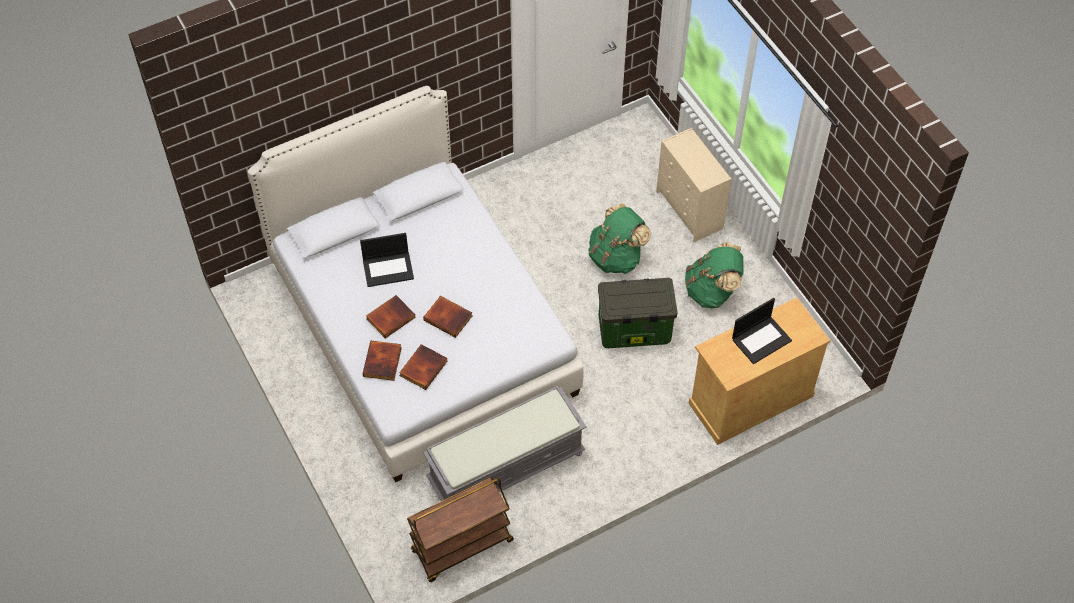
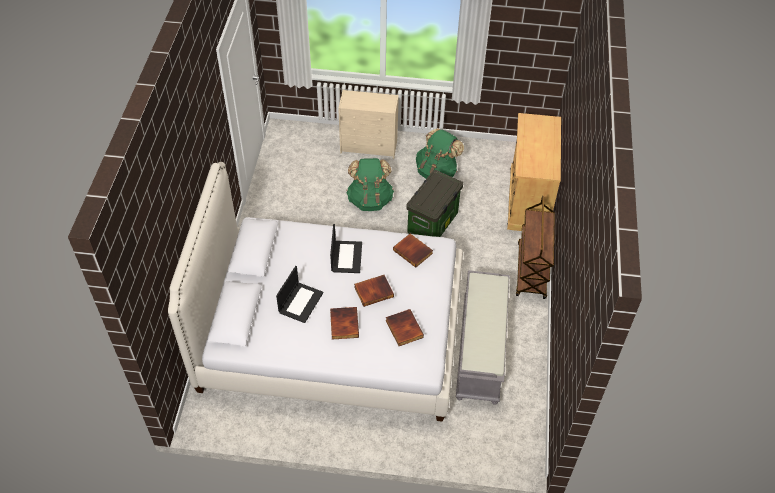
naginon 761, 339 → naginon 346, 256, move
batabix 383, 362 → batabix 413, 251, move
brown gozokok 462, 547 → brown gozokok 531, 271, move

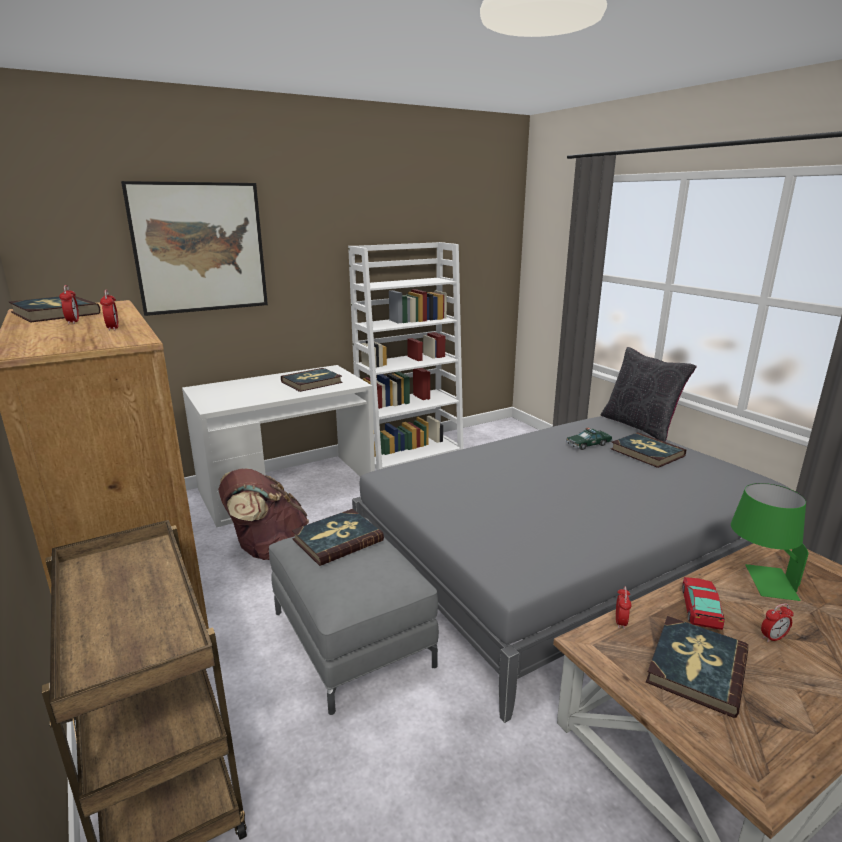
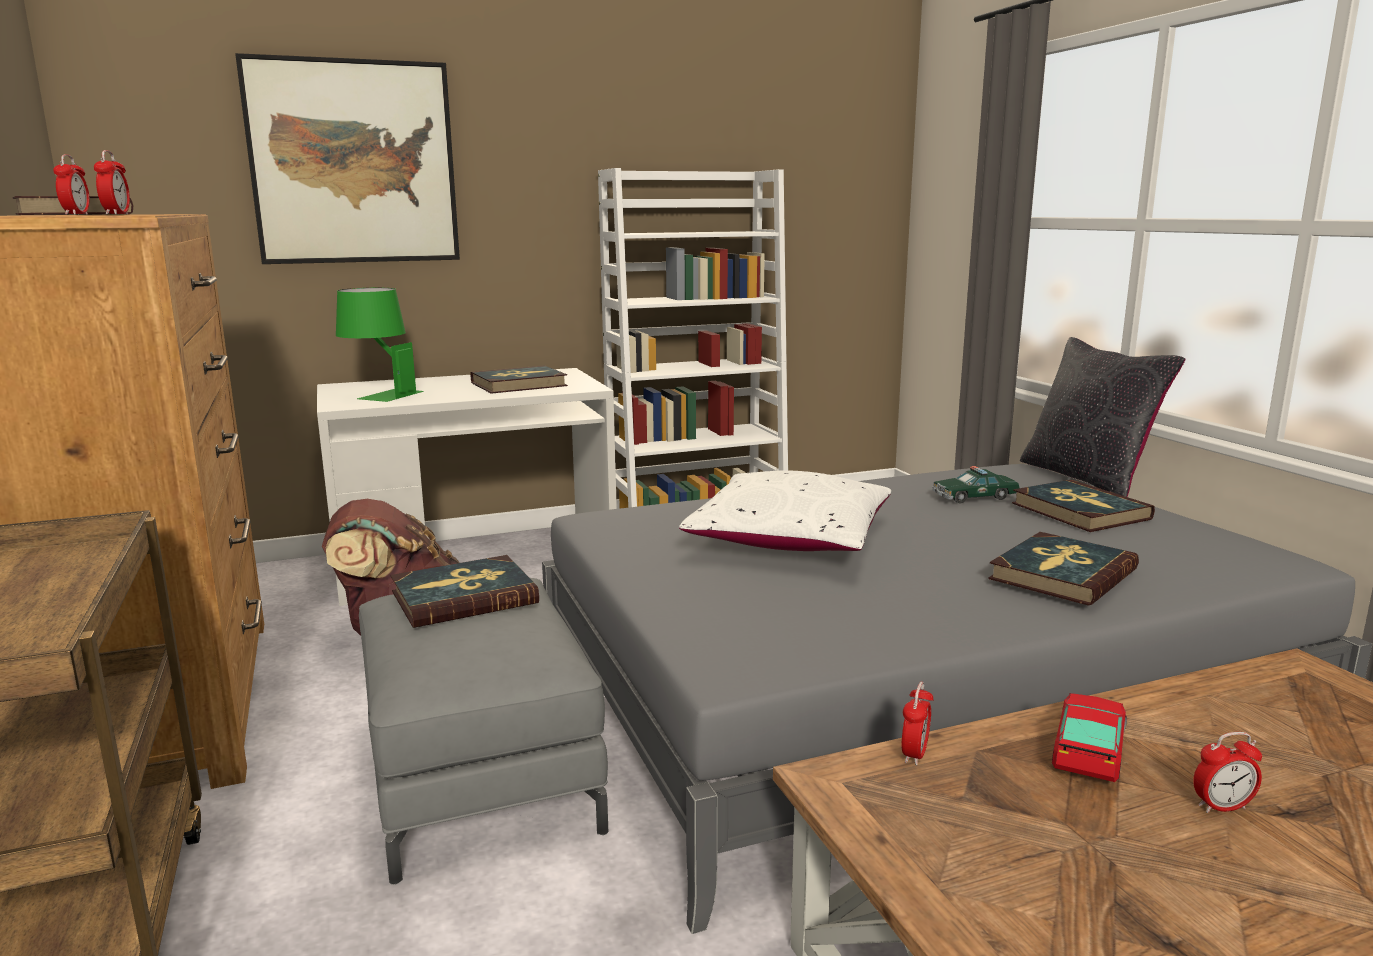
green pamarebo 758, 580 → green pamarebo 380, 394, move
- → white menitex 790, 539
batabix 696, 667 → batabix 1062, 574, move

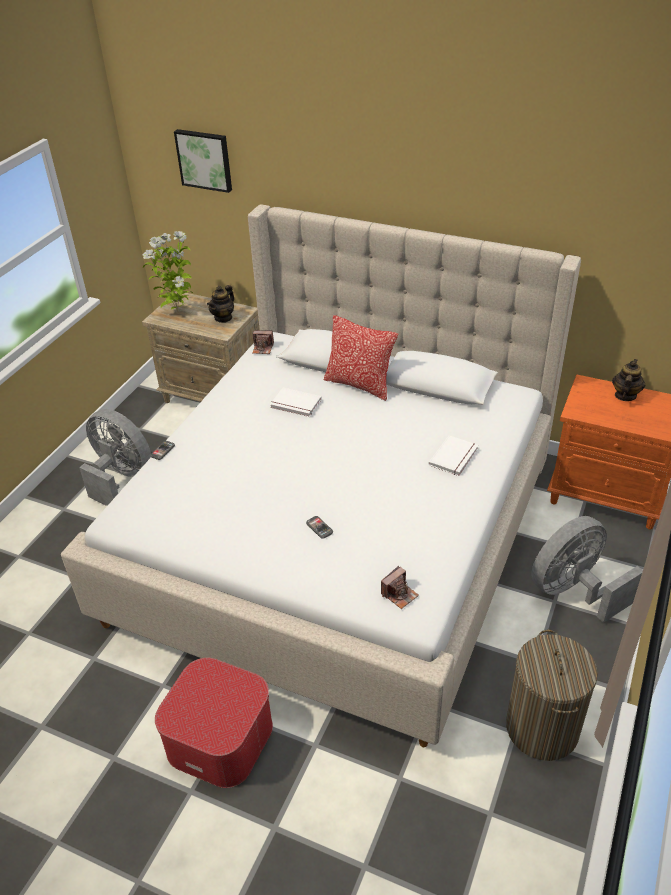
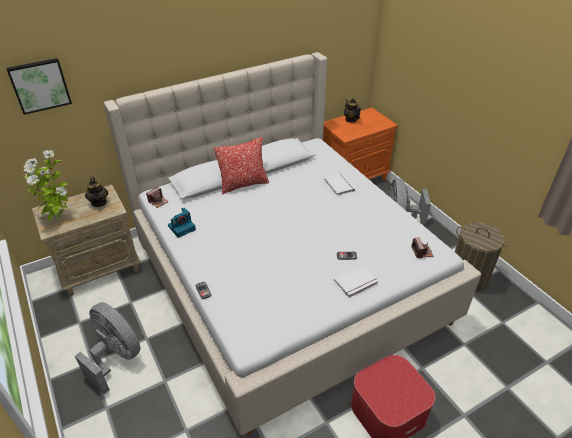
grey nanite 121, 478 → grey nanite 116, 357, 60 degrees clockwise
- → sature 182, 227
white batabix 295, 404 → white batabix 356, 283, move

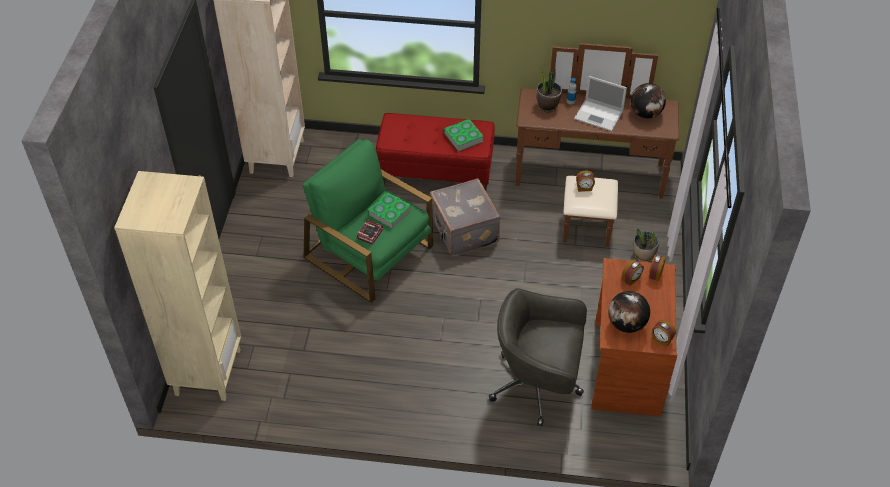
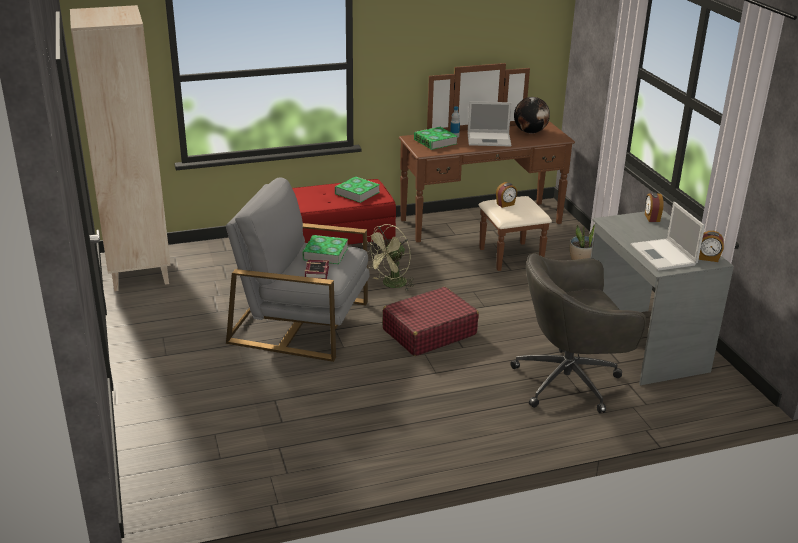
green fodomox 370, 252 → grey fodomox 301, 321
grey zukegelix 463, 232 → green nanite 391, 285
- → red zukegelix 429, 332
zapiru 547, 106 → batabix 435, 142
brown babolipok 625, 368 → grey babolipok 642, 345
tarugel 626, 324 → naginon 664, 255
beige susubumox 207, 371 → -
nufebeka 631, 279 → -

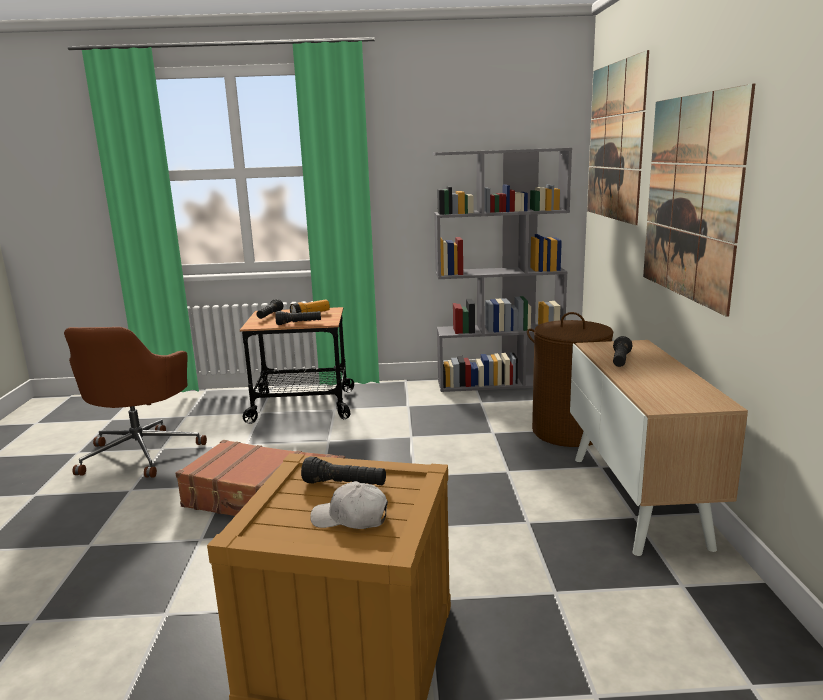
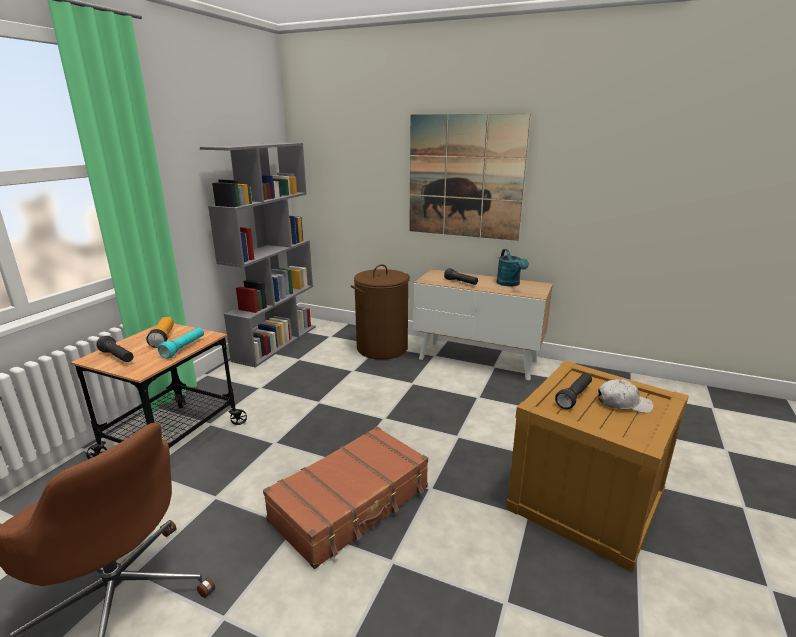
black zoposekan 299, 323 → turquoise zoposekan 184, 348
- → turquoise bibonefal 510, 284
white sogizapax 350, 518 → white sogizapax 623, 403, 120 degrees counterclockwise
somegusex 615, 142 → -

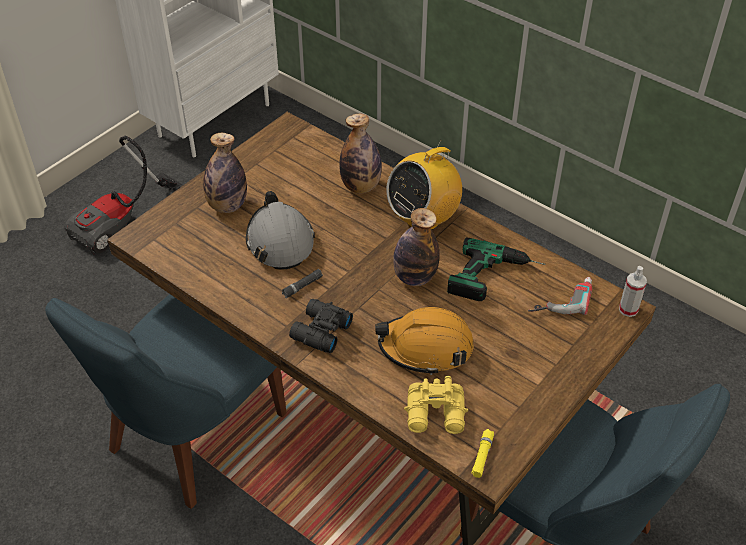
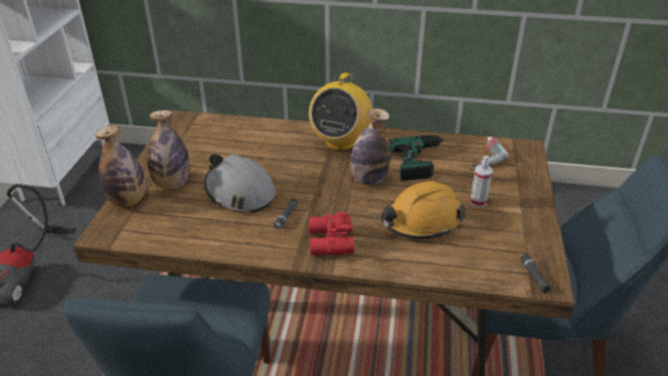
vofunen 361, 186 → vofunen 128, 200, move
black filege 319, 332 → red filege 329, 242
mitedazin 628, 309 → mitedazin 478, 201, move
yellow zoposekan 482, 456 → black zoposekan 534, 276
yellow filege 436, 415 → -

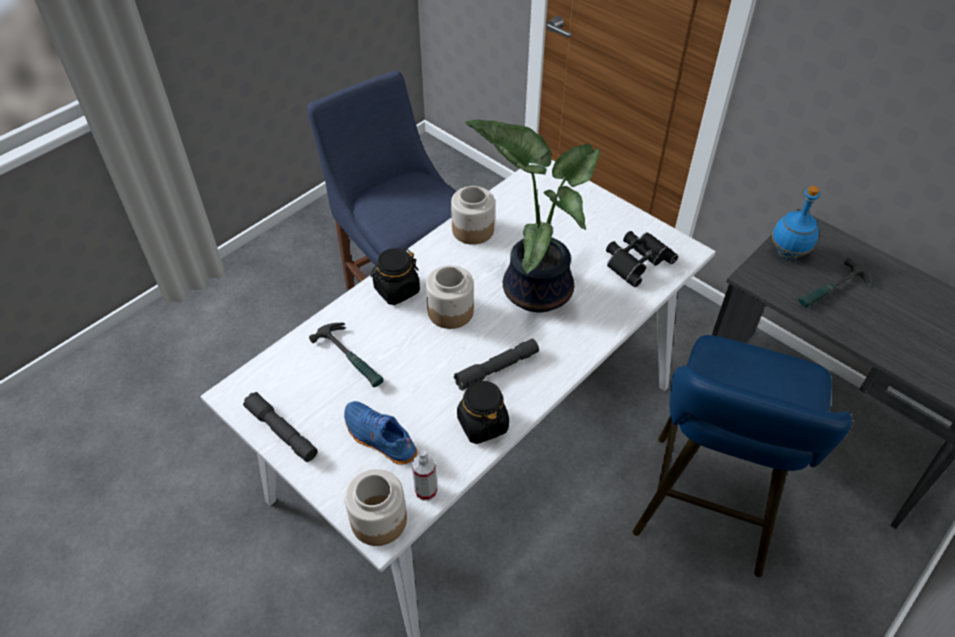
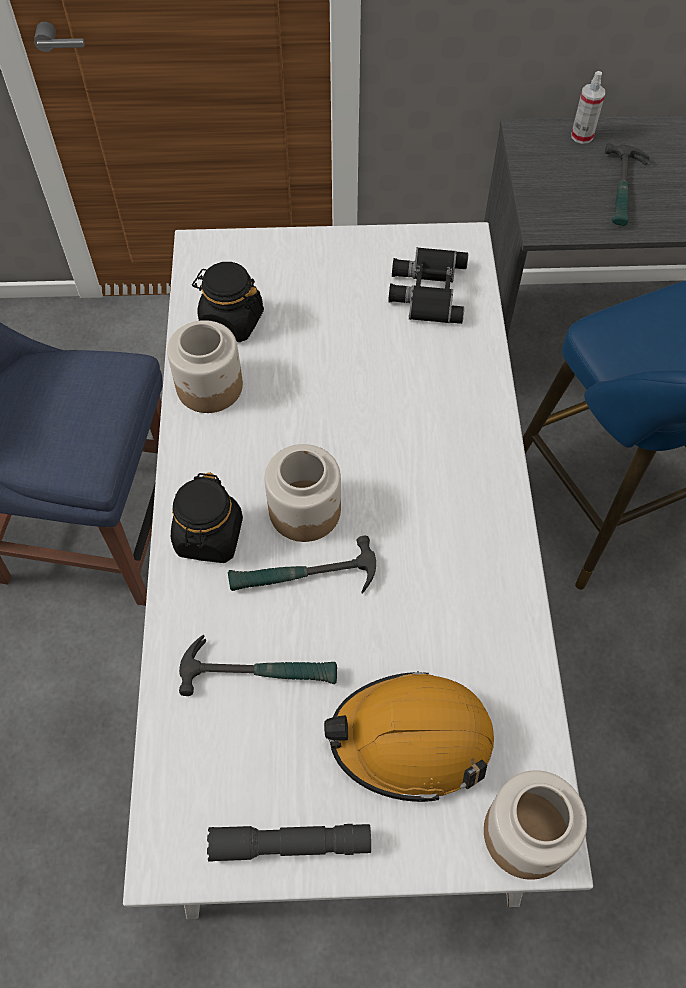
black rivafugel 482, 424 → black rivafugel 231, 321, move
- → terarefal 303, 577
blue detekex 379, 439 → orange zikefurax 411, 739
mitedazin 426, 490 → mitedazin 582, 136, move
grey zoposekan 497, 368 → -
zapiru 536, 287 → -
blue vofunen 787, 253 → -

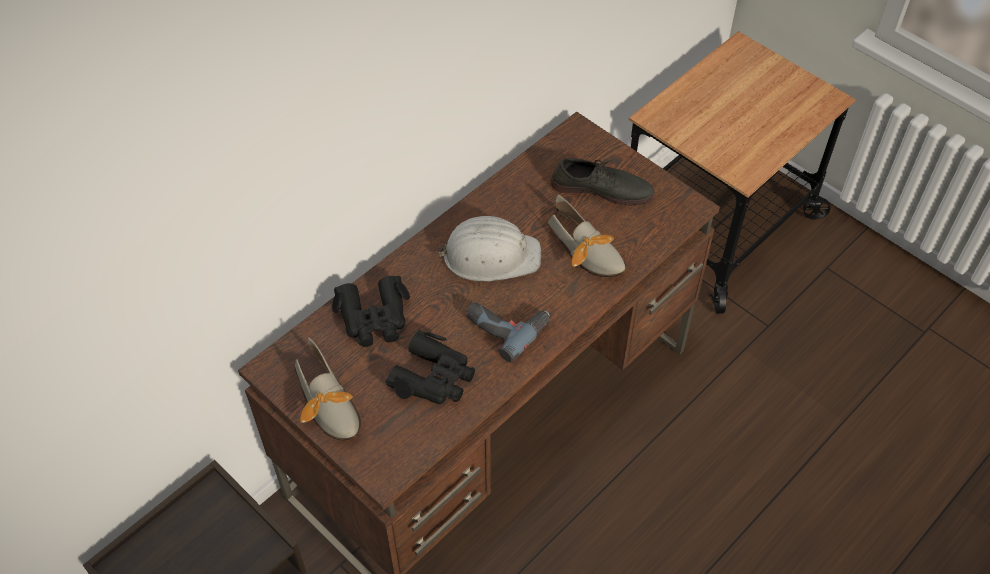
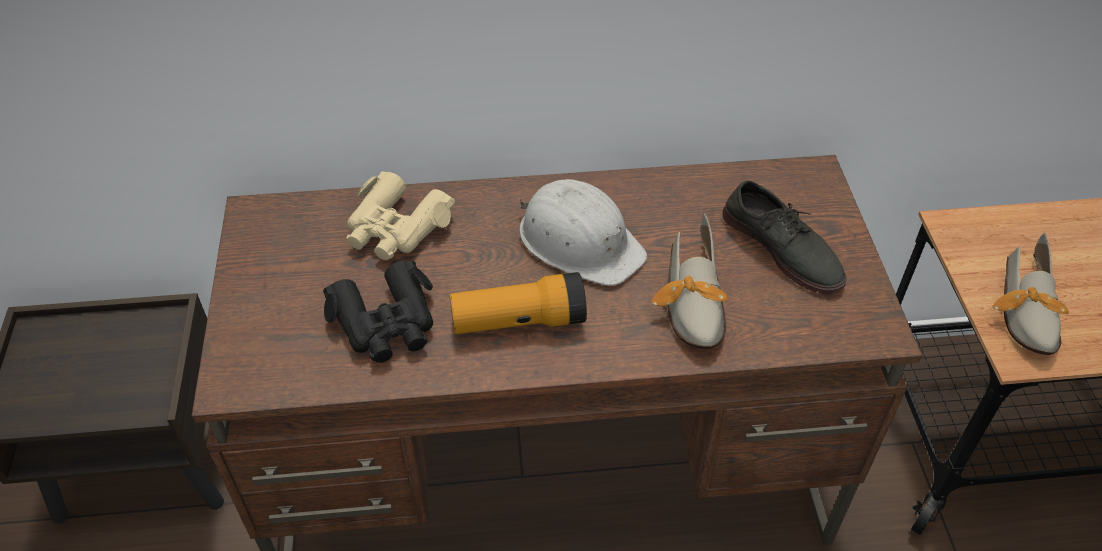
black filege 374, 318 → beige filege 396, 228
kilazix 506, 325 → zoposekan 519, 321
detekex 329, 406 → detekex 1028, 314, move

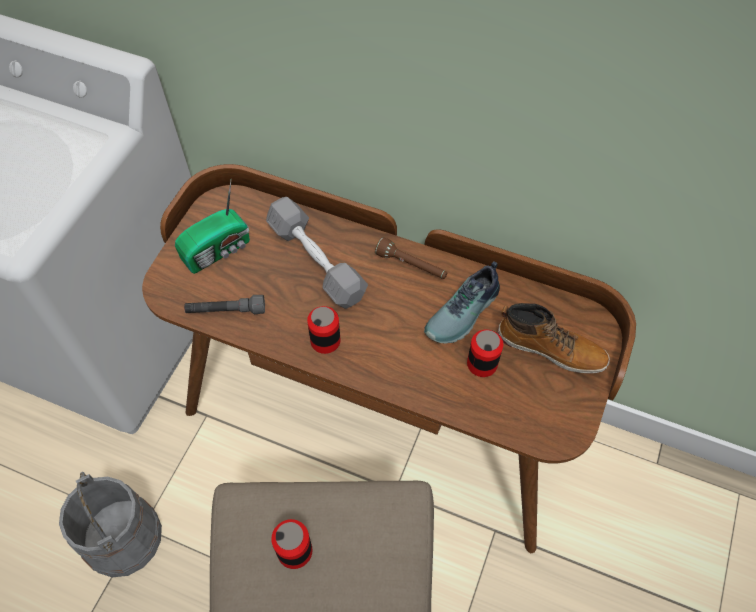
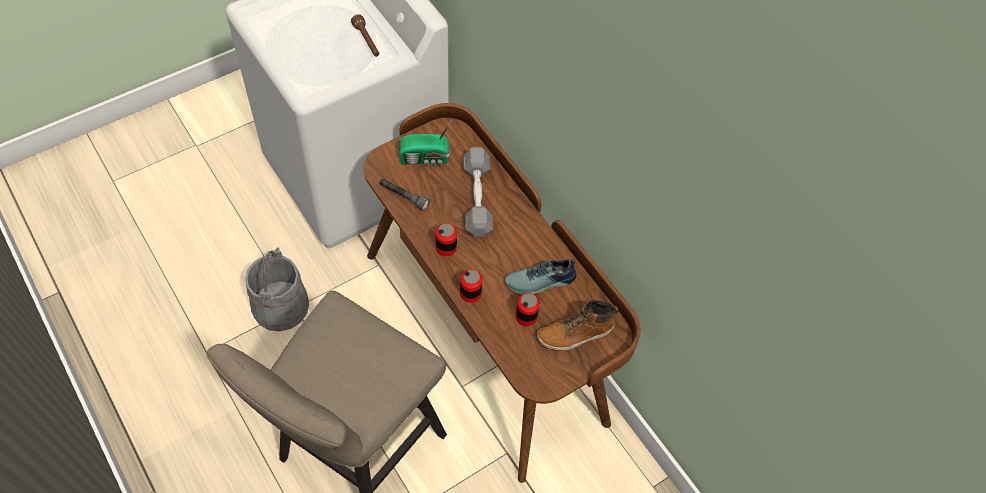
brown zoposekan 411, 265 → brown zoposekan 367, 41, move
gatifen 294, 551 → gatifen 470, 293, move
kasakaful 551, 348 → kasakaful 575, 334, 105 degrees clockwise

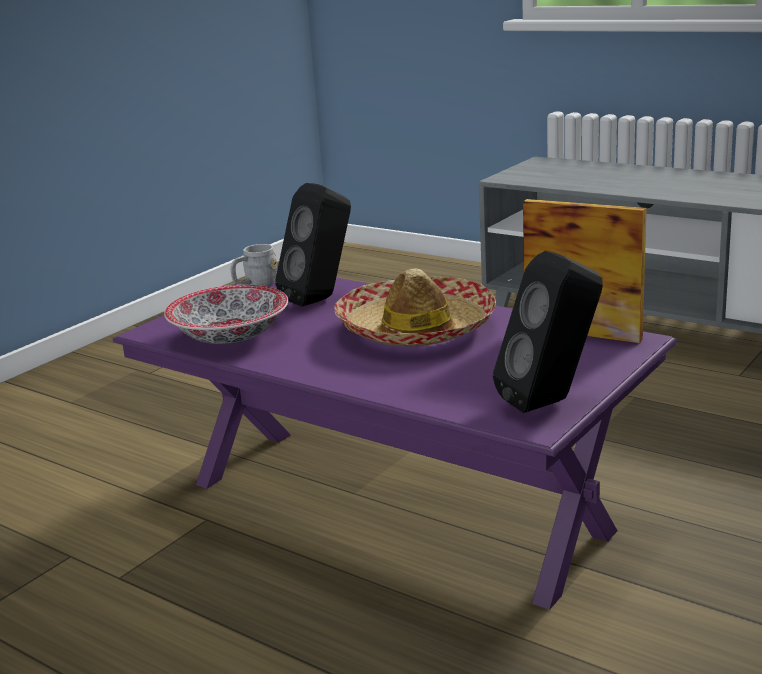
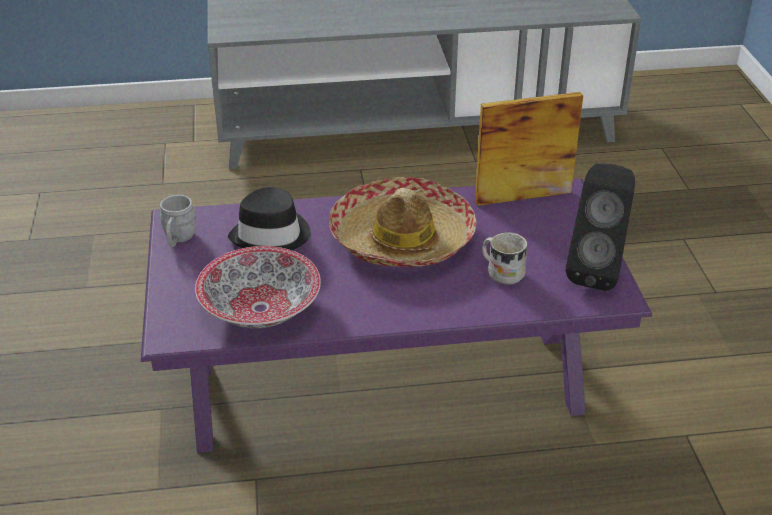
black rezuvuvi 321, 299 → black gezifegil 271, 235
- → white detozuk 501, 272

